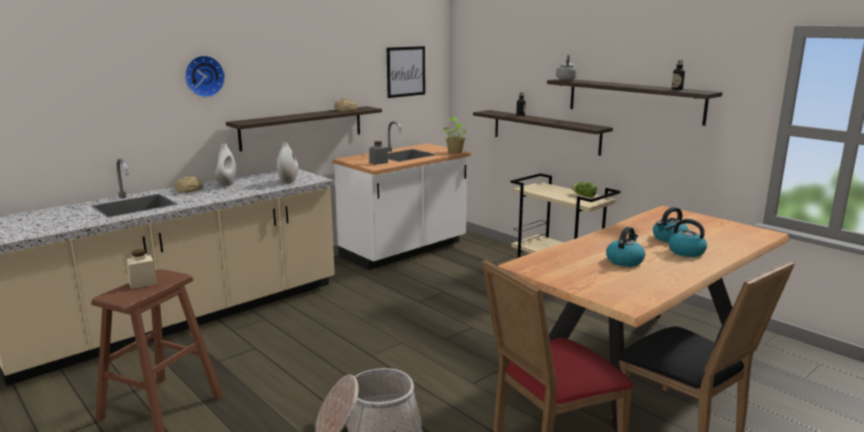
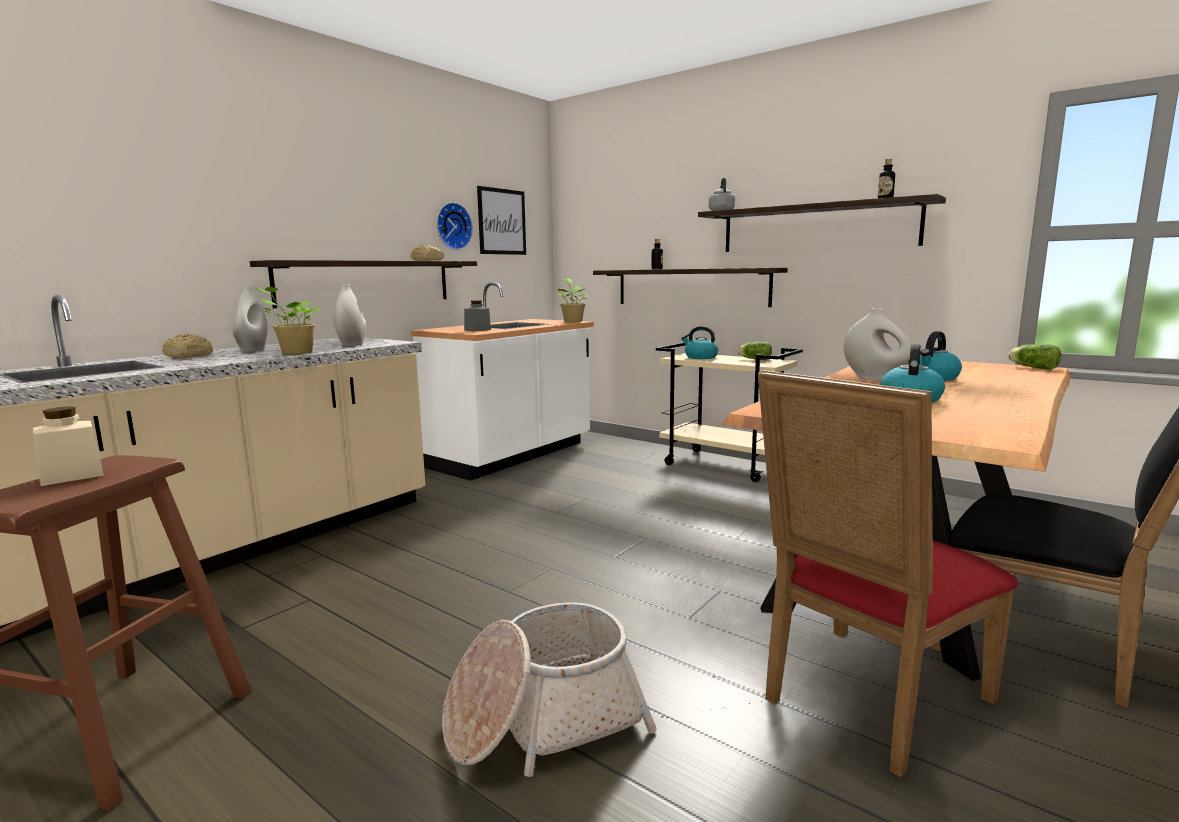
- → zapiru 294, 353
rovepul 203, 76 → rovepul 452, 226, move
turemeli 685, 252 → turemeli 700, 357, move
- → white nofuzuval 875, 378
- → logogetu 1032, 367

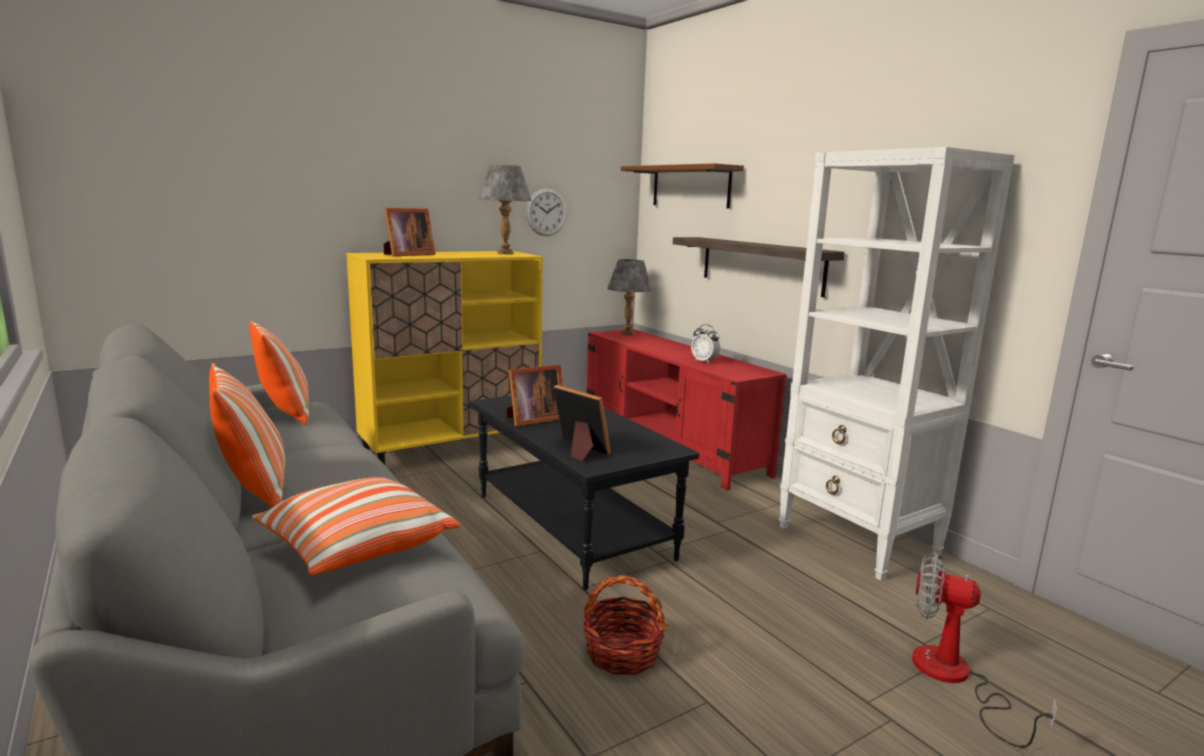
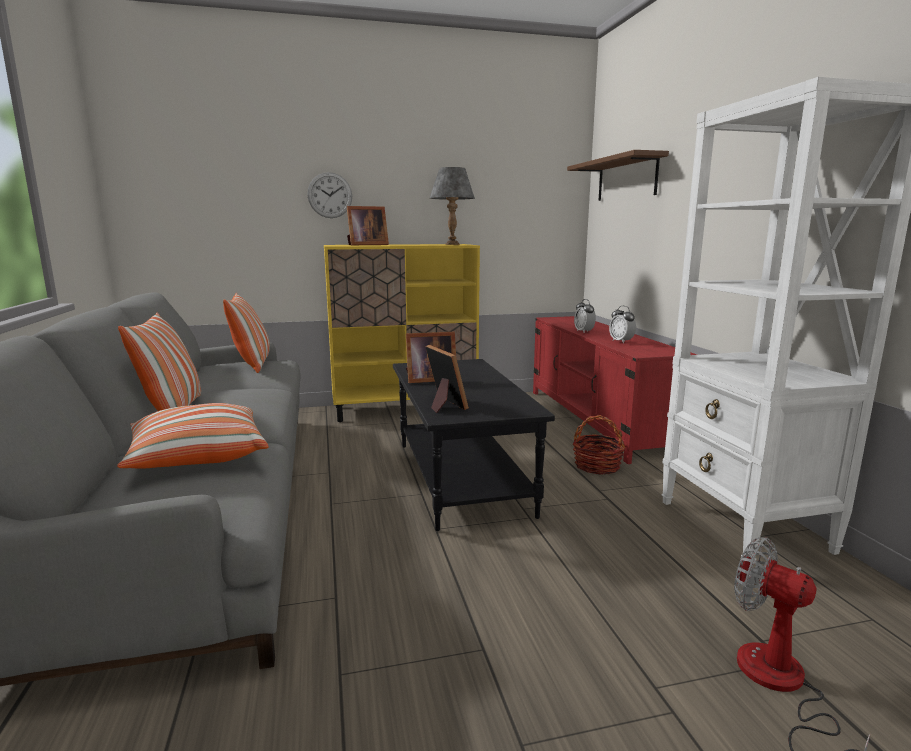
rovepul 546, 212 → rovepul 330, 195, move
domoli 622, 653 → domoli 597, 466, move
- → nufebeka 584, 331
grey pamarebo 628, 333 → -
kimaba 761, 265 → -

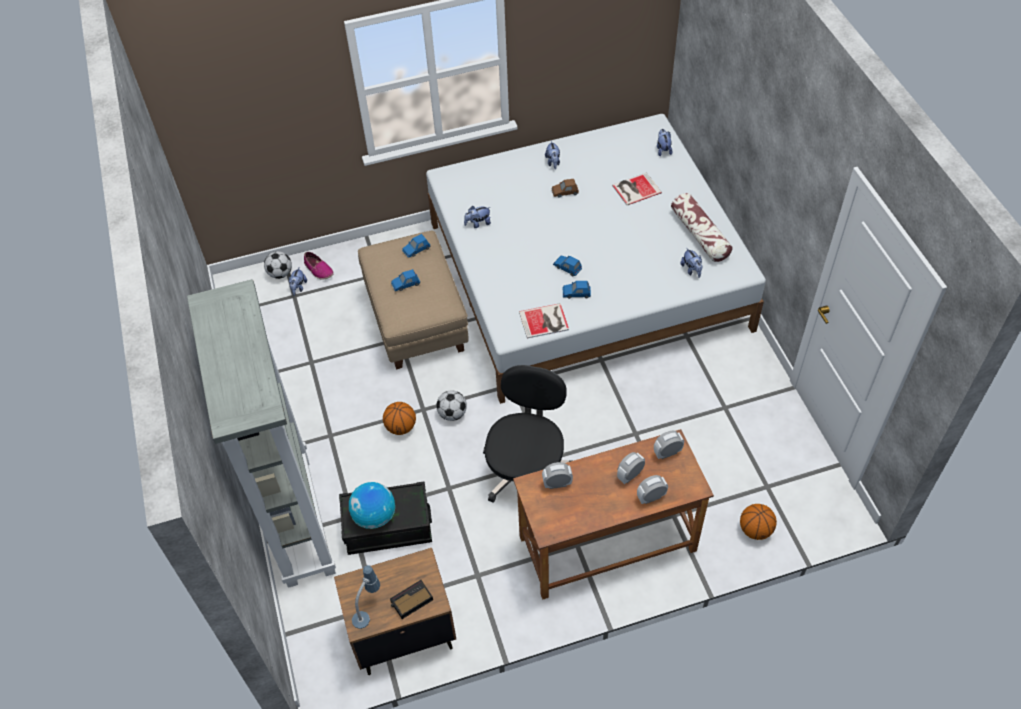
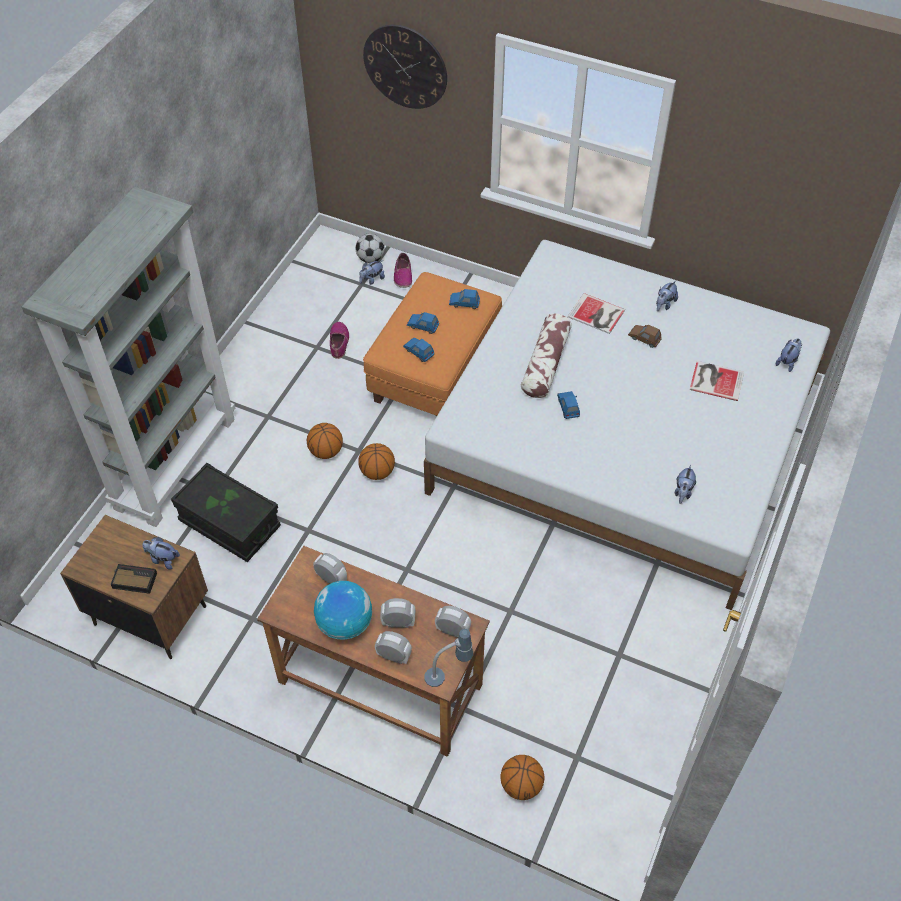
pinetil 478, 223 → pinetil 163, 559, move
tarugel 374, 516 → tarugel 344, 623, move
- → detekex 339, 342
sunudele 452, 414 → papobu 377, 472
- → rovepul 405, 66
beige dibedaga 417, 320 → orange dibedaga 434, 373
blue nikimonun 576, 293 → blue nikimonun 419, 352, move
pamarebo 368, 609 → pamarebo 448, 673, move
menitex 700, 235 → menitex 545, 364, move
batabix 545, 321 → batabix 597, 315, move
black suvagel 527, 470 → -

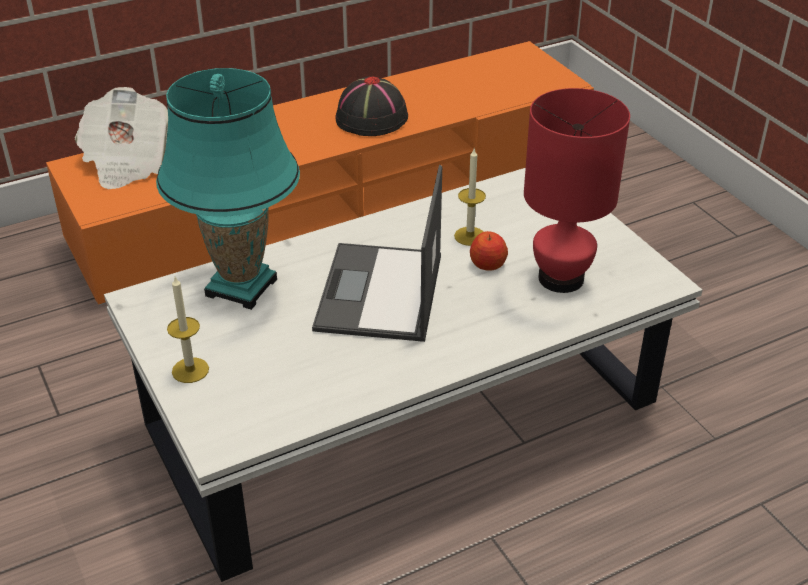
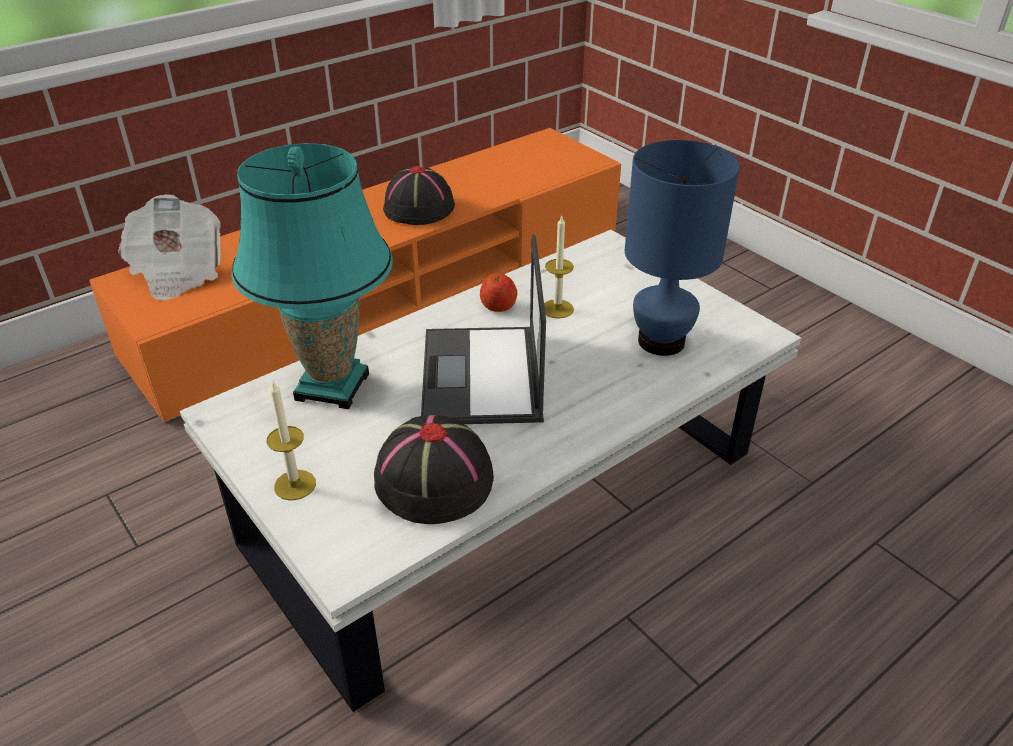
- → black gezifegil 433, 480
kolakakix 488, 264 → kolakakix 498, 306, move
red pamarebo 560, 278 → blue pamarebo 660, 341

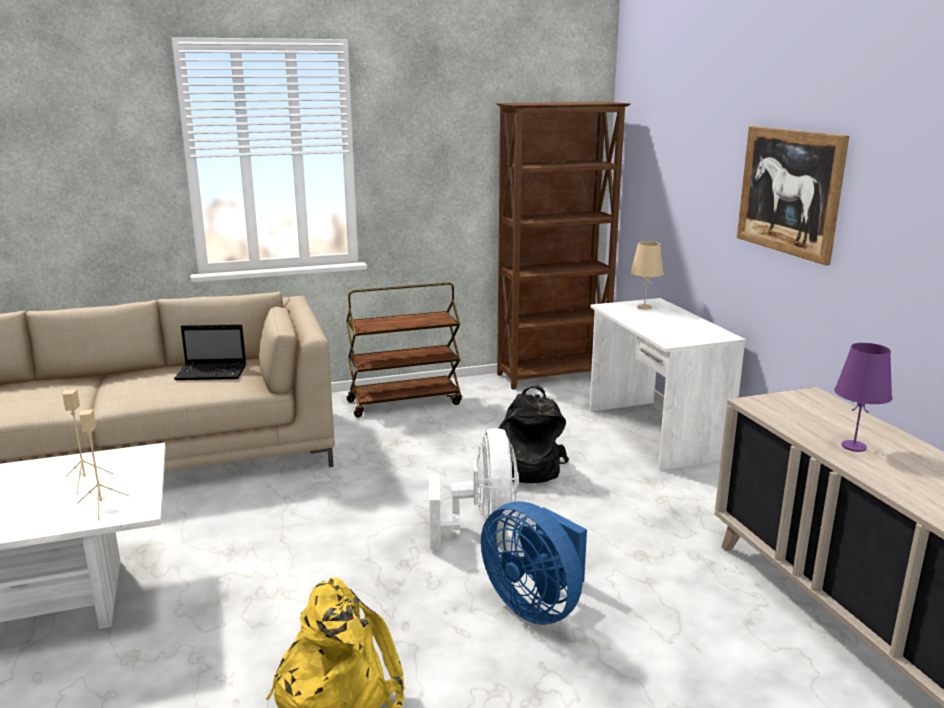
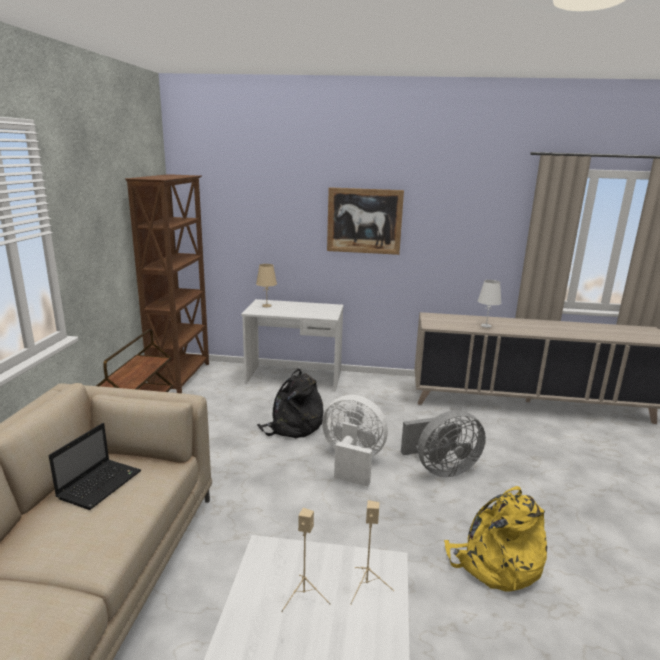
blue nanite 535, 605 → grey nanite 441, 469
purple pamarebo 853, 446 → white pamarebo 486, 326

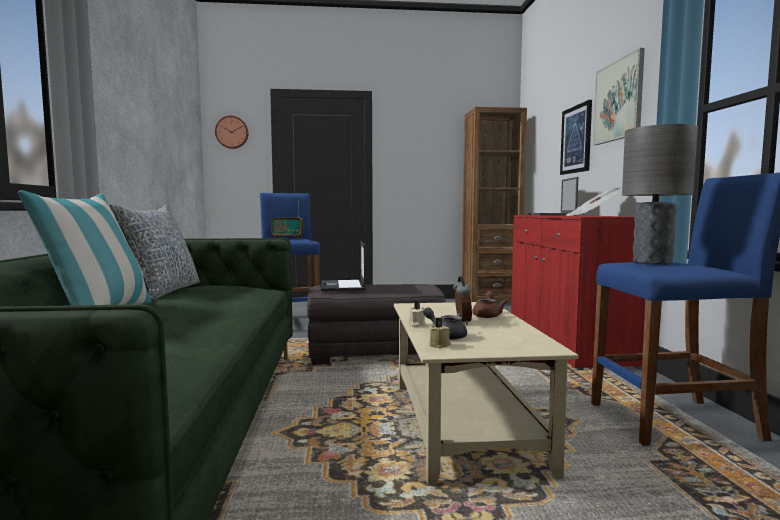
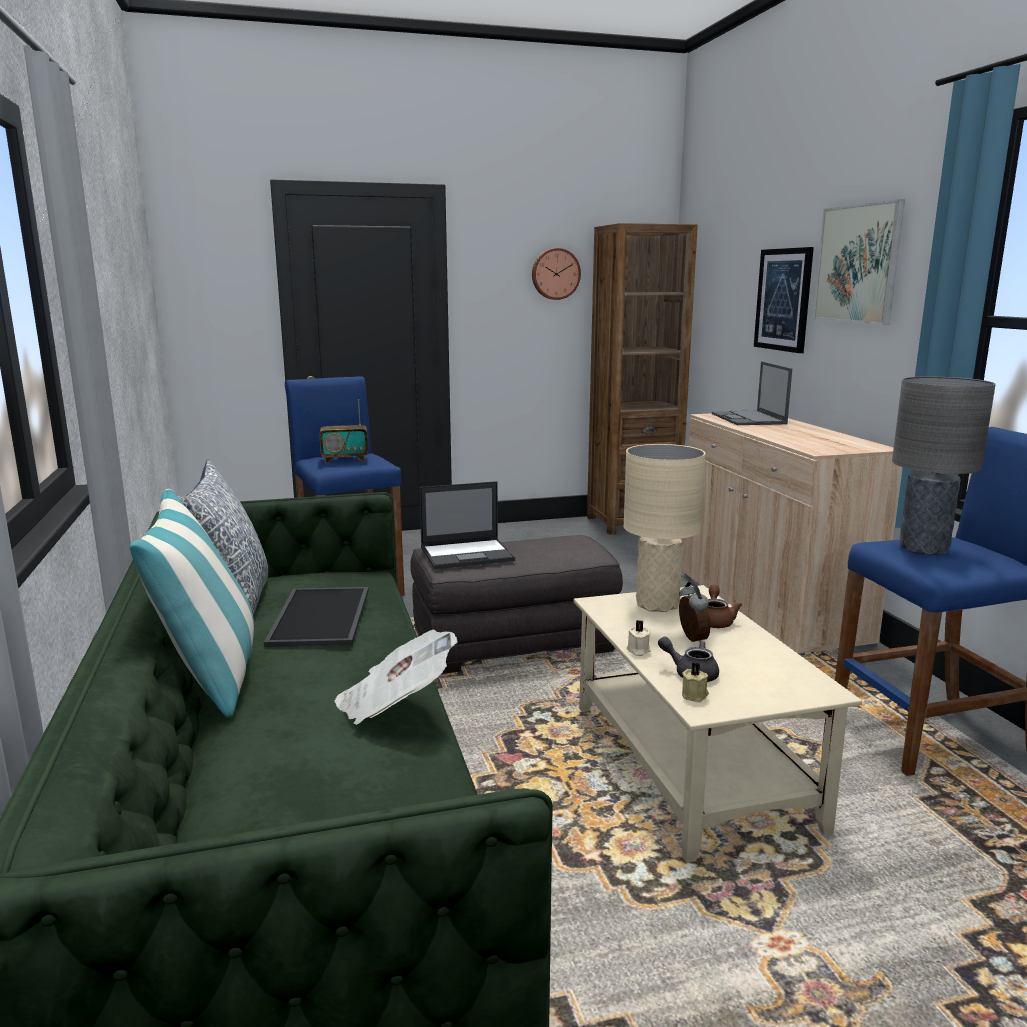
- → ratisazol 322, 617
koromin 593, 216 → koromin 395, 704, move
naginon 343, 286 → naginon 468, 554, 90 degrees counterclockwise
rovepul 232, 132 → rovepul 555, 274, move
- → beige pamarebo 657, 604
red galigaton 566, 344 → beige galigaton 768, 607

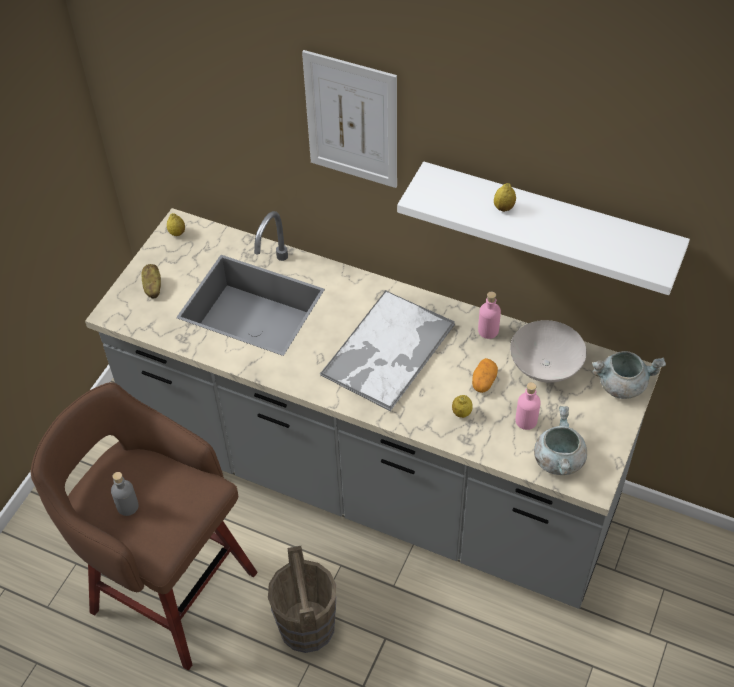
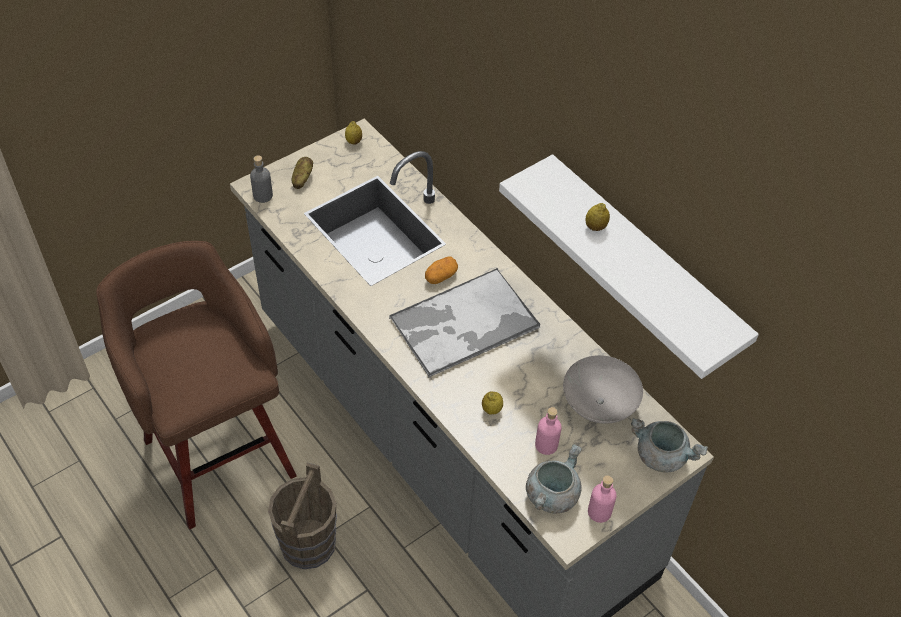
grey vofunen 128, 506 → grey vofunen 263, 195, move
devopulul 483, 381 → devopulul 441, 276, move
pink vofunen 488, 331 → pink vofunen 599, 512, move
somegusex 352, 120 → -

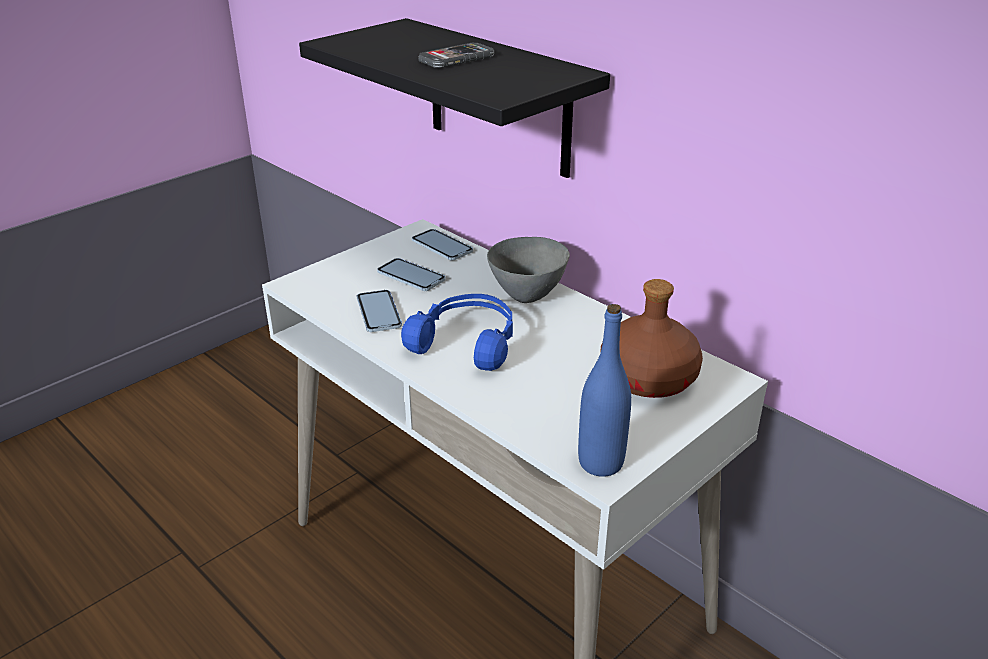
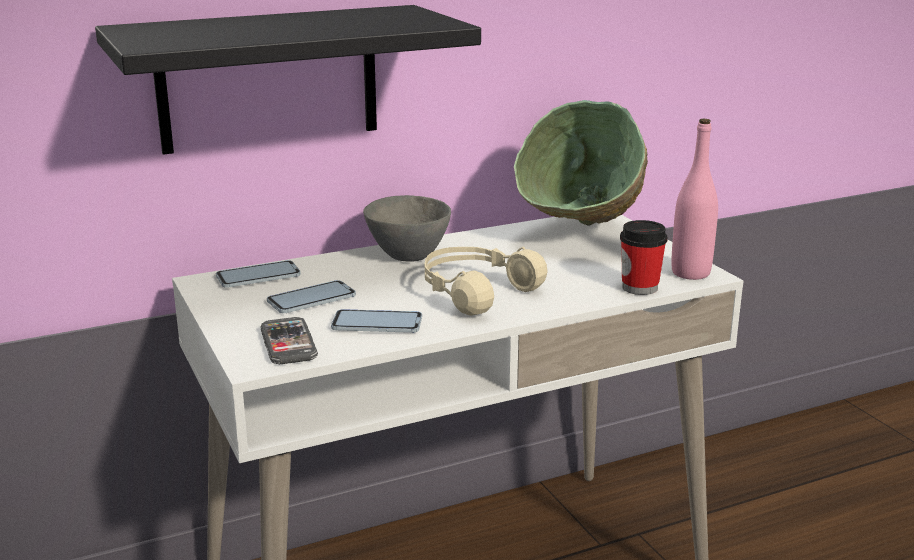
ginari 456, 58 → ginari 288, 343, move
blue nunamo 467, 342 → beige nunamo 474, 292
brown vofunen 649, 378 → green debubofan 583, 238
- → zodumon 639, 287
blue vofunen 600, 463 → pink vofunen 690, 273

